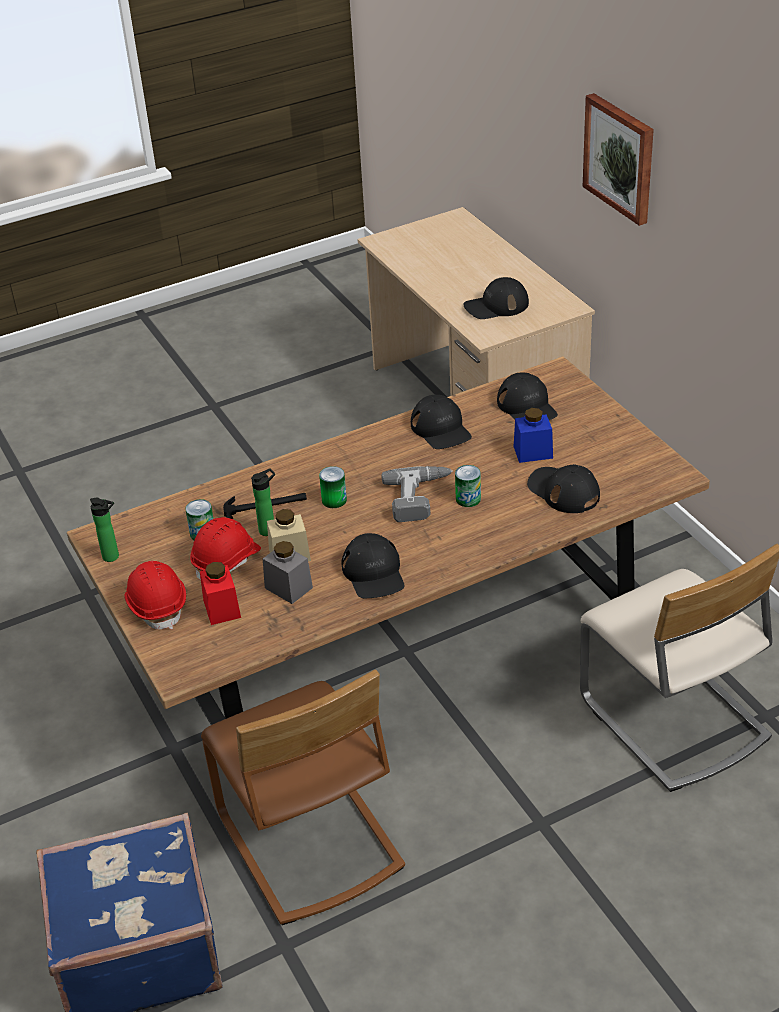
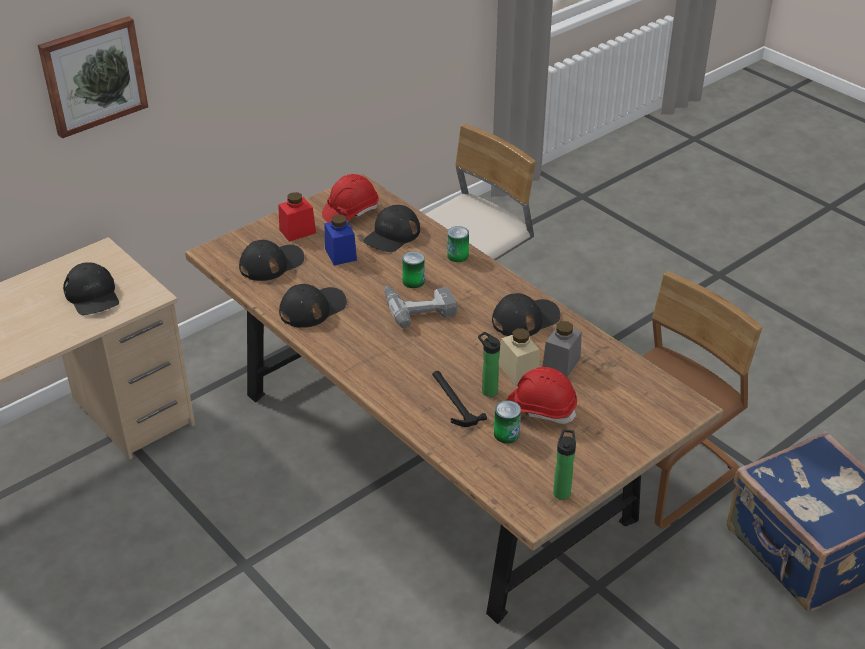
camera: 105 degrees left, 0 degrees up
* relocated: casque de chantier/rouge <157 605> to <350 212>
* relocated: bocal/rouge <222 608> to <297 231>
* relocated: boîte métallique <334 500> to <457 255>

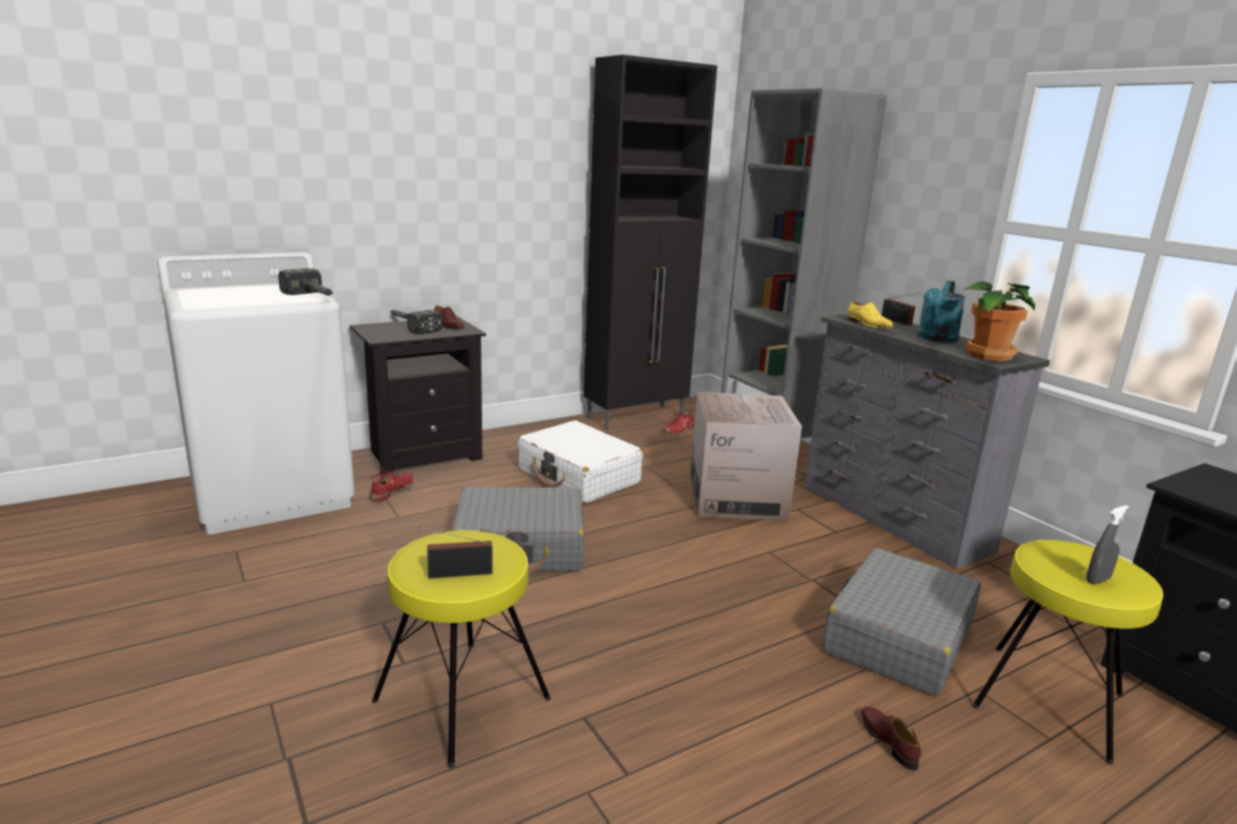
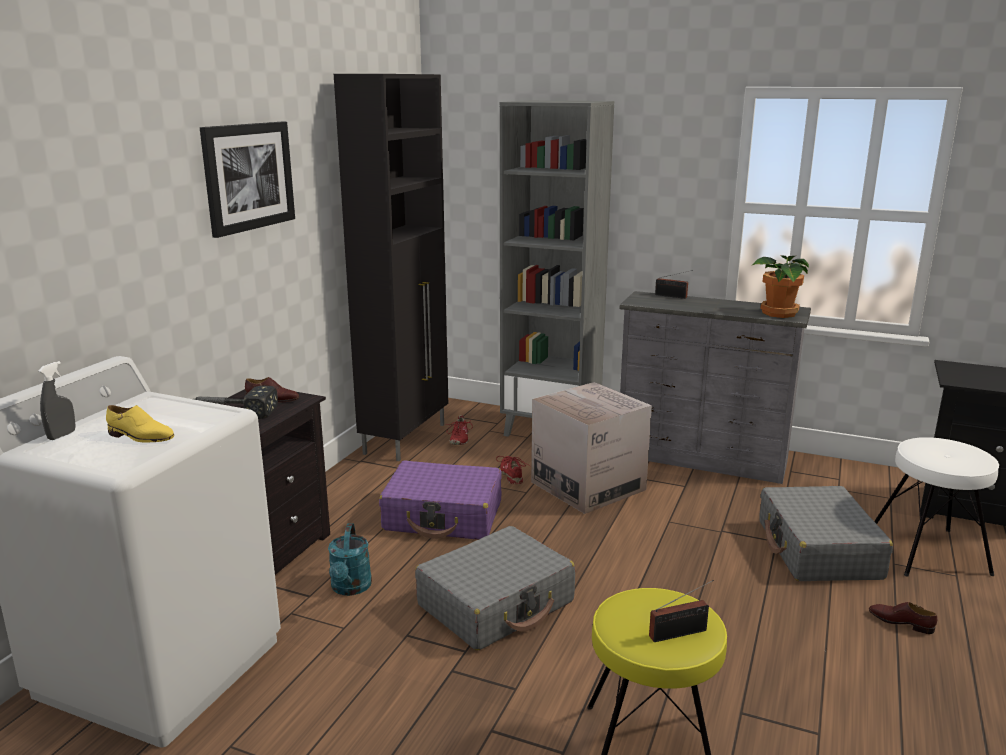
camera: 35 degrees left, 0 degrees up
* missing: marteau <314 297>
* relocated: chaussure/rouge <392 492> to <512 475>
* spun: radio <456 573> = <681 633> 150 degrees counterclockwise
* colour: valise/blanc <579 476> to valise/violet <443 516>
* relocated: chaussure/jaune <868 324> to <141 437>
* relocated: arrosoir/turquoise <935 338> to <350 588>
* colour: tabouret/jaune <1049 700> to tabouret/blanc <928 551>
* relocated: vaporisateur/gris <1097 580> to <62 435>
* appeared: tableau <248 176>

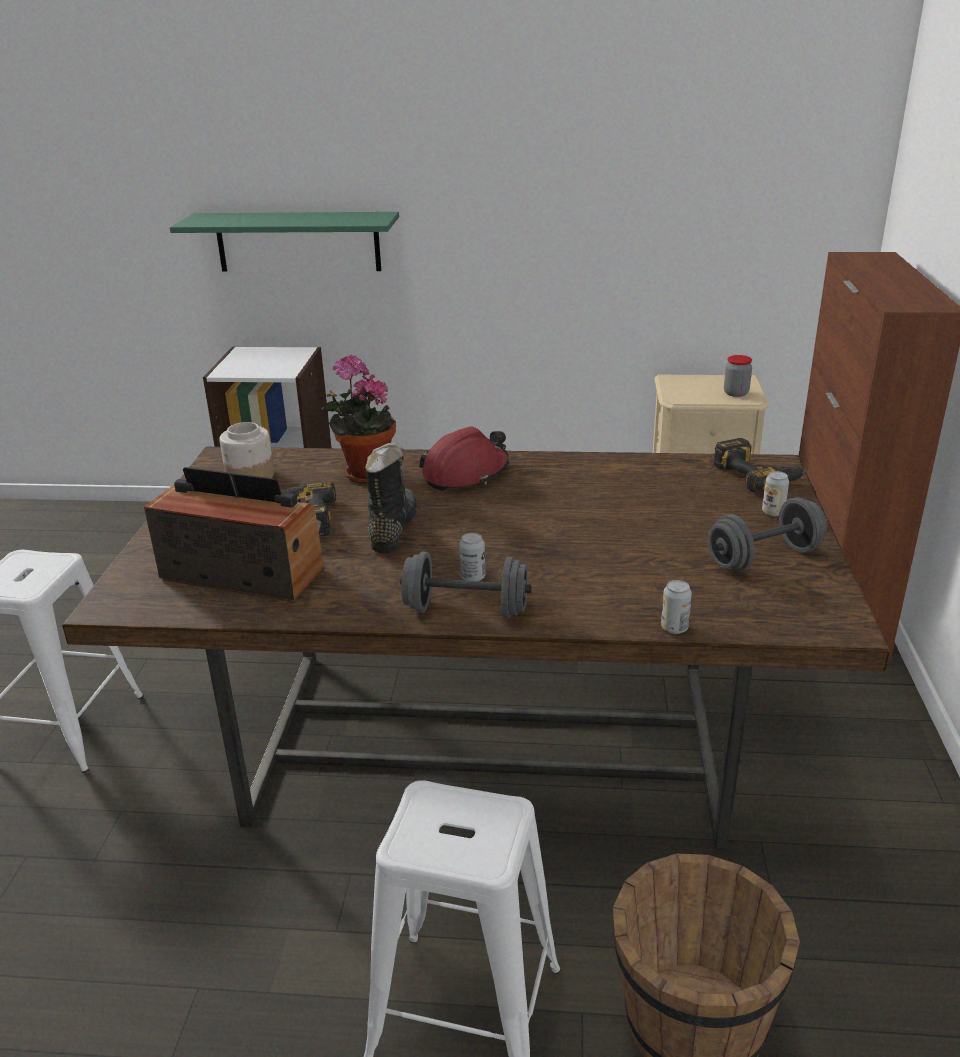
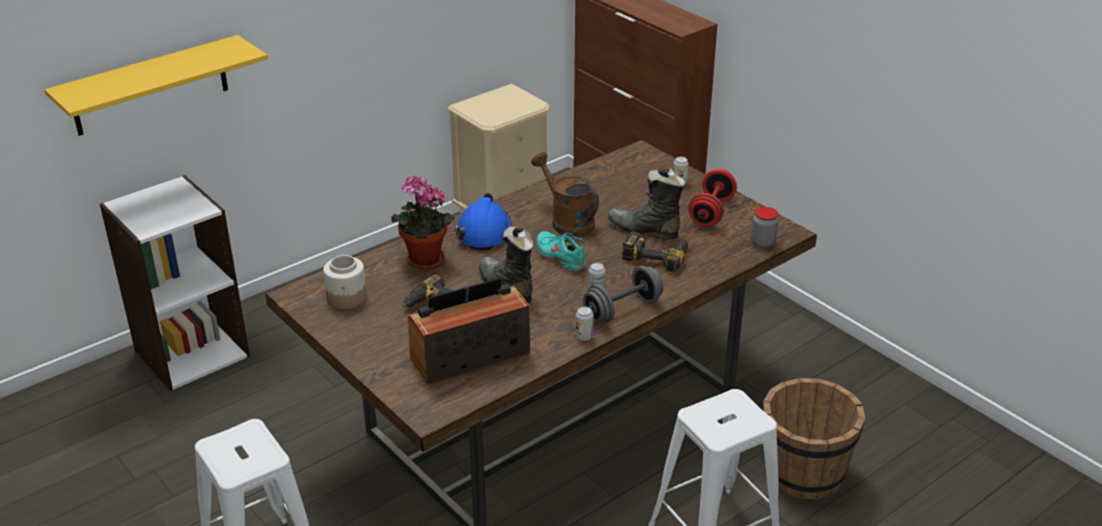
camera: 45 degrees left, 5 degrees up
* colour: étagère/vert <298 241> to étagère/jaune <150 86>
* colour: casque de chantier/rouge <465 474> to casque de chantier/bleu <484 232>
* relocated: boîte métallique <674 628> to <584 337>
* colour: haltère/gris <764 558> to haltère/rouge <711 212>
* relocated: perceuse <758 475> to <656 255>
* relocated: bocal <736 393> to <763 243>
* appeared: arrosoir/marron <567 221>
* appeared: chaussure/turquoise <561 257>
* appeared: botte/noir <644 230>

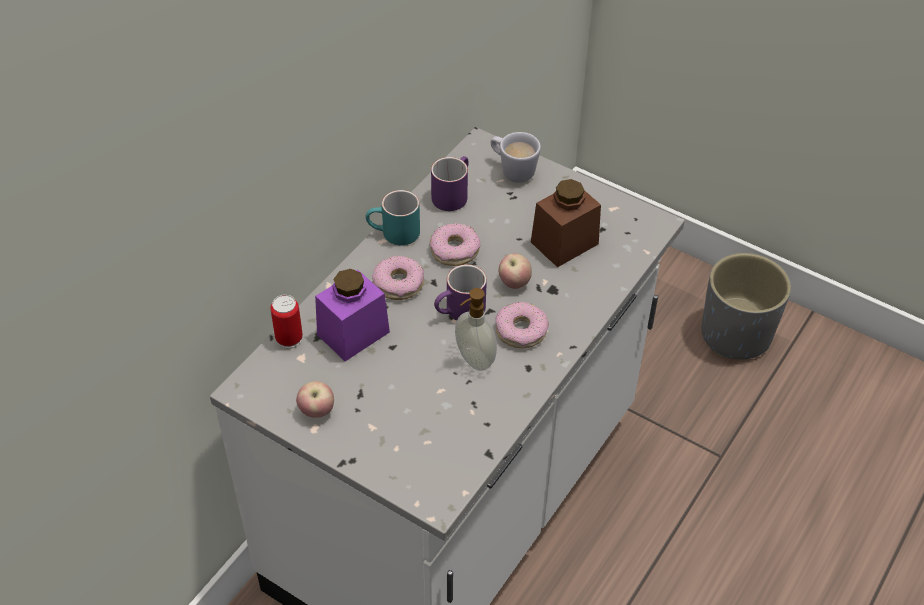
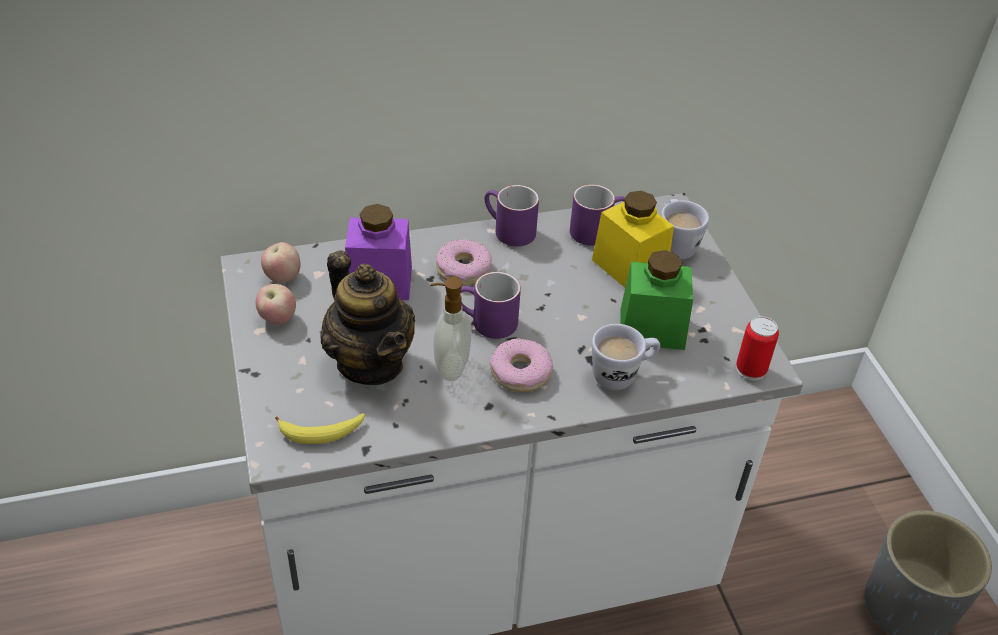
camera: 40 degrees right, 5 degrees down
* relocated: boîte métallique <289 338> to <751 369>
* colour: mug/turquoise <394 234> to mug/violet <507 231>
* missing: beignet <454 250>
* relocated: pomme <514 283> to <283 277>
* colour: bocal/marron <564 243> to bocal/vert <652 329>
* appeared: banane <321 432>
* appeared: théière <370 362>
* appeared: bocal/jaune <629 267>
* appeared: mug/blanc <622 375>

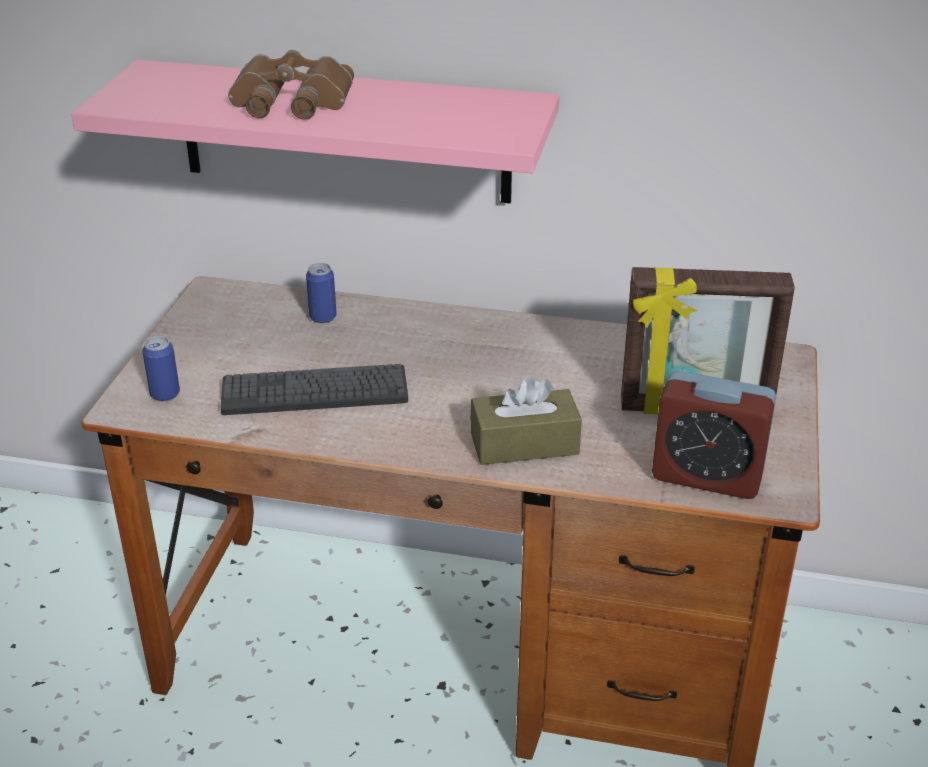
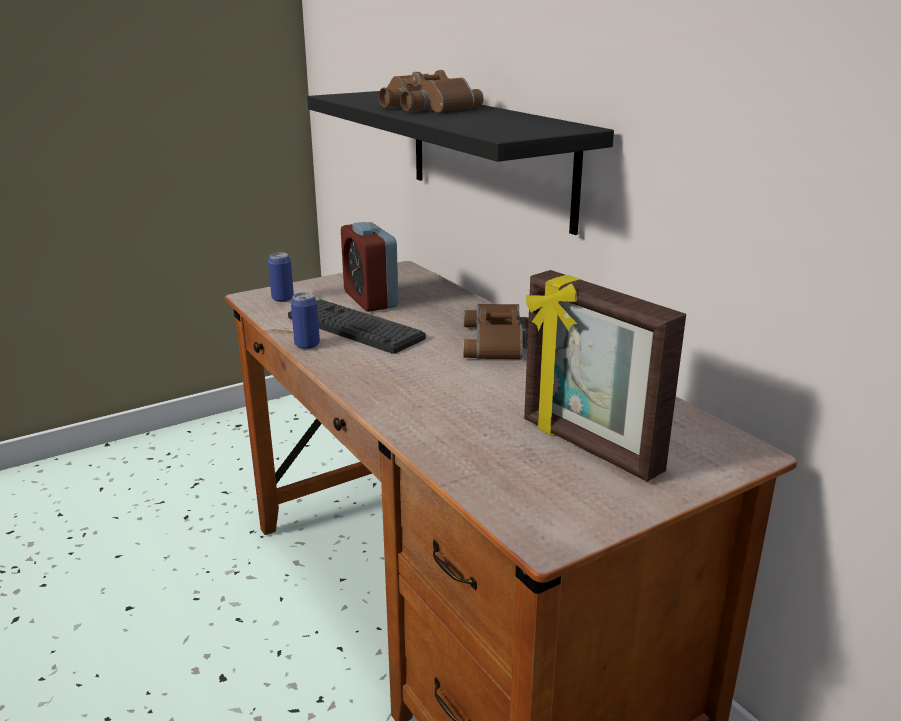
camera: 45 degrees right, 10 degrees down
* colour: étagère/rose <344 132> to étagère/noir <489 155>
* relocated: boîte métallique <323 317> to <307 345>
* missing: boîte à mouchoirs/marron <524 444>
* relocated: réveil <707 476> to <370 300>
* appeared: jumelles/marron <503 342>

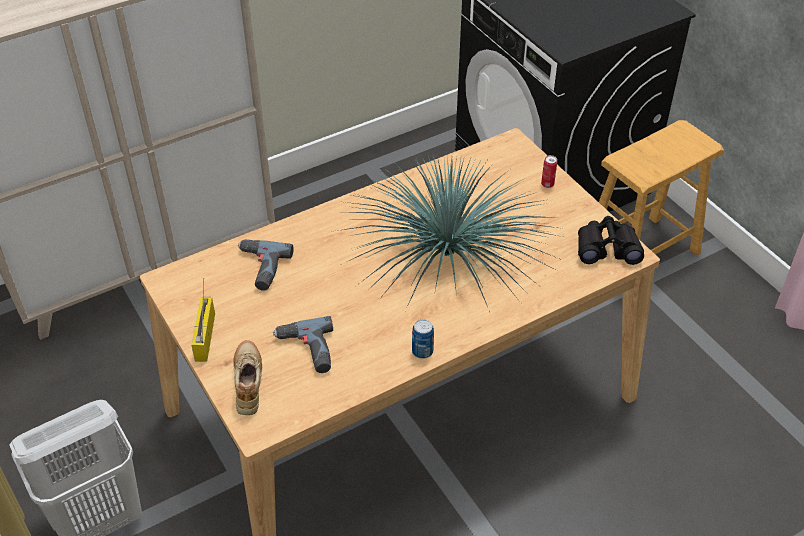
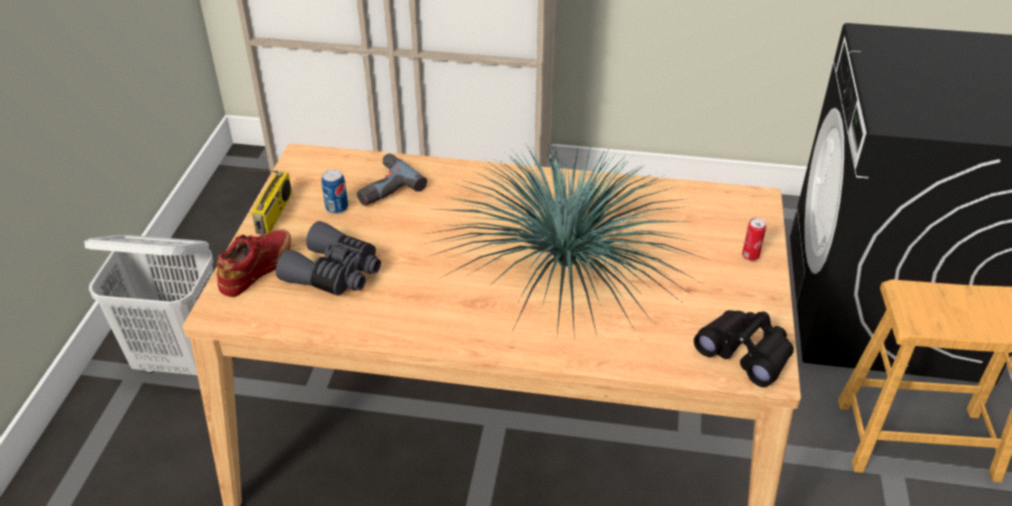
camera: 40 degrees right, 5 degrees down
* spun: radio <204 336> = <275 214> 150 degrees clockwise
* colour: chaussure/beige <249 383> to chaussure/rouge <259 271>
* exchanged: perceuse <306 351> to jumelles/gris <335 273>
* relocated: boîte métallique <422 351> to <337 208>

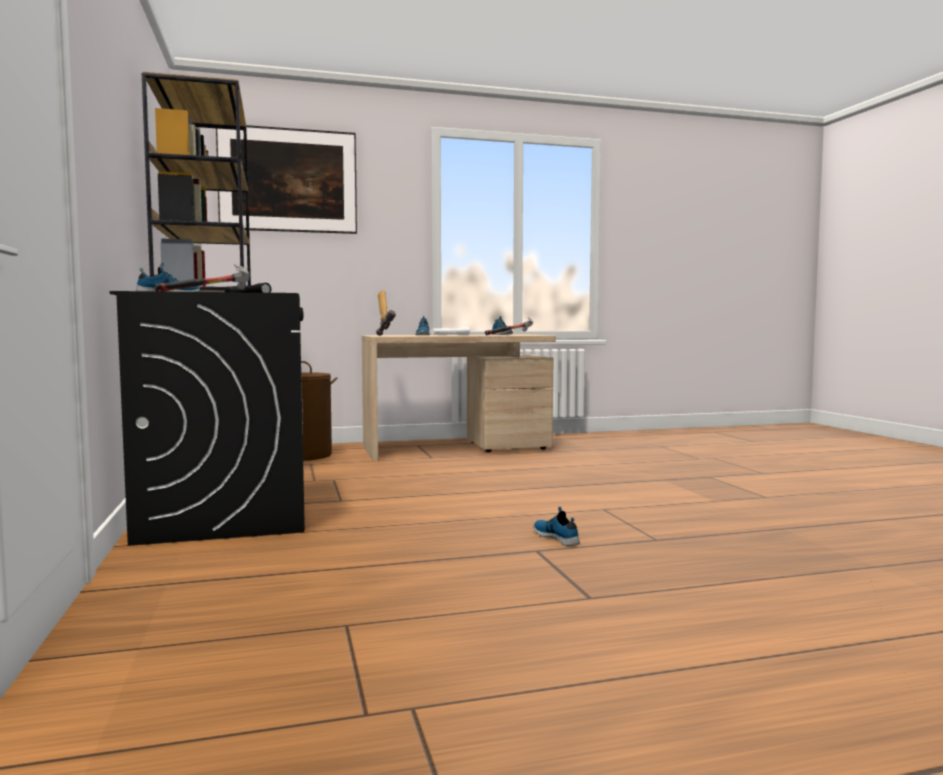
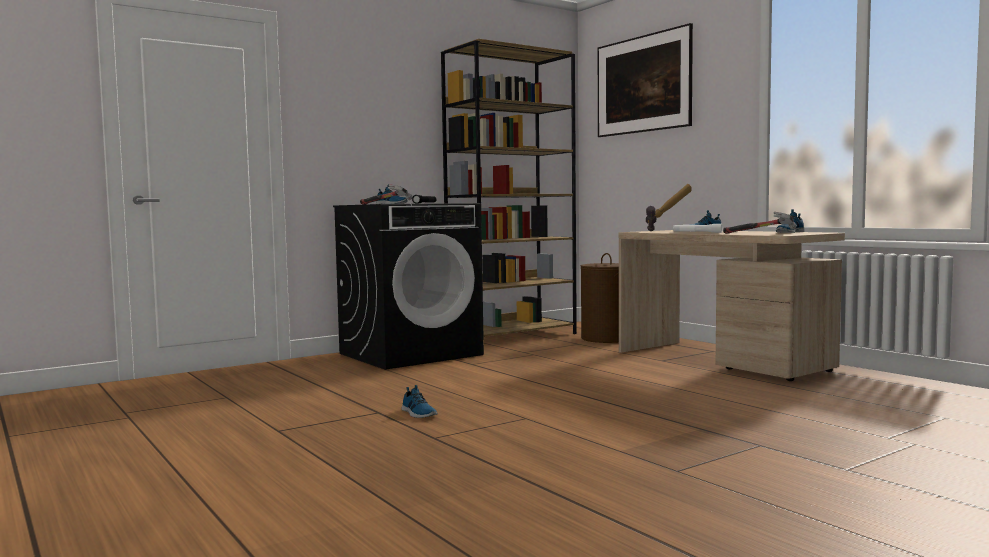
camera: 70 degrees right, 0 degrees up
* spun: chaussure <557 537> = <418 413> 105 degrees clockwise

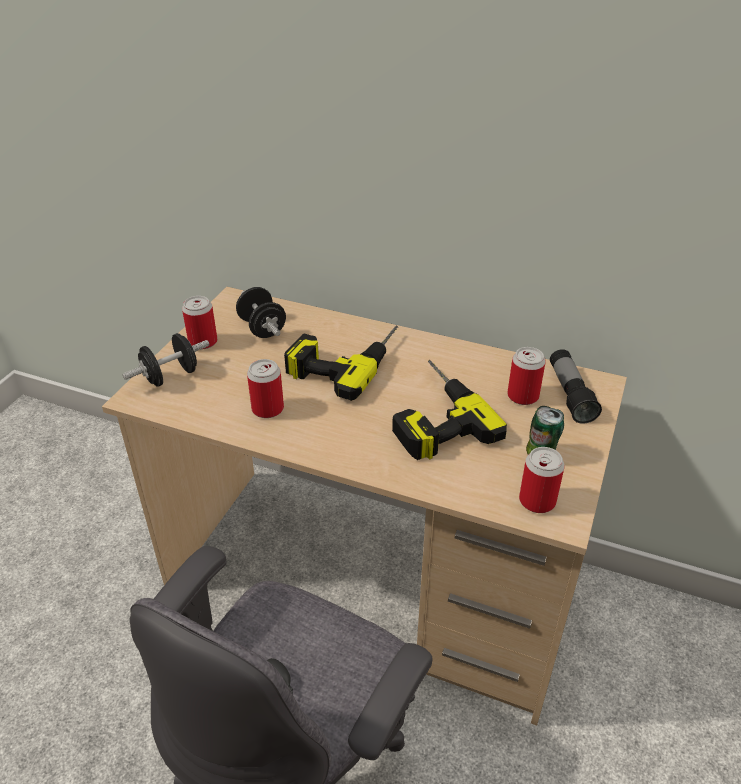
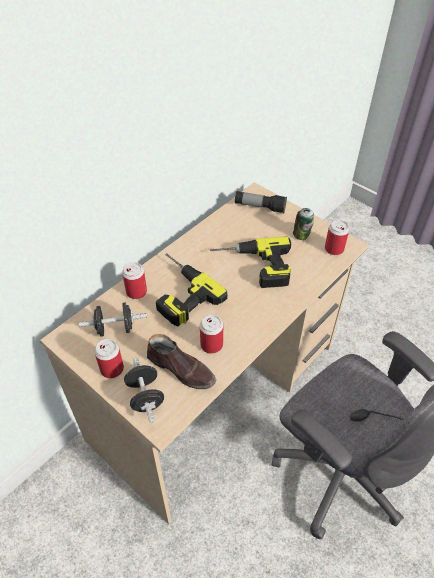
camera: 70 degrees left, 10 degrees up
* relocated: boîte métallique <523 396> to <136 292>
* appeared: chaussure/marron <181 369>

